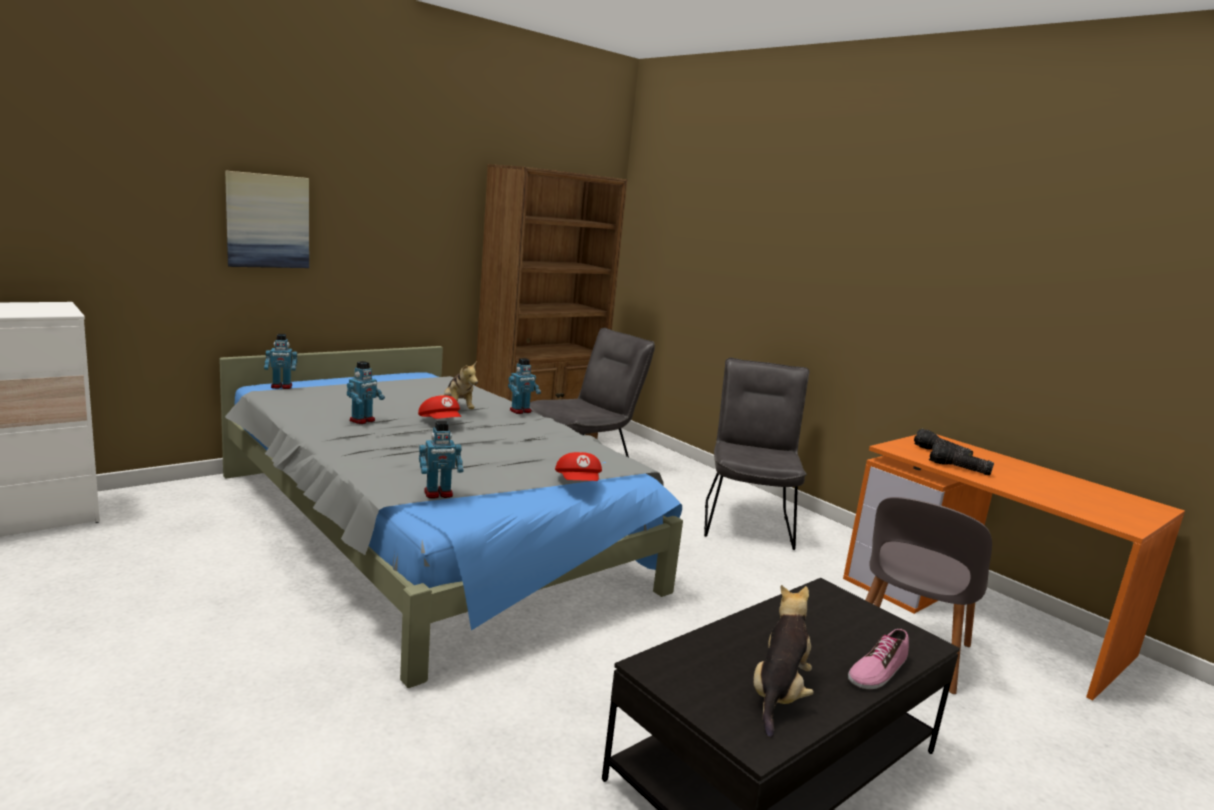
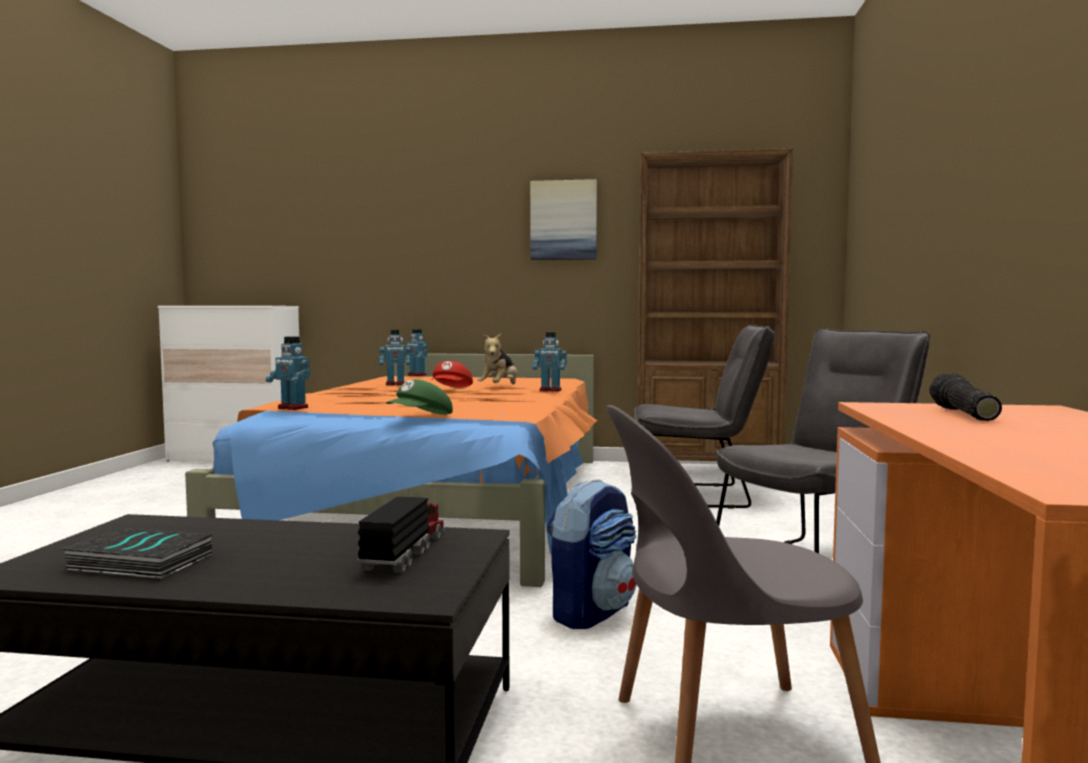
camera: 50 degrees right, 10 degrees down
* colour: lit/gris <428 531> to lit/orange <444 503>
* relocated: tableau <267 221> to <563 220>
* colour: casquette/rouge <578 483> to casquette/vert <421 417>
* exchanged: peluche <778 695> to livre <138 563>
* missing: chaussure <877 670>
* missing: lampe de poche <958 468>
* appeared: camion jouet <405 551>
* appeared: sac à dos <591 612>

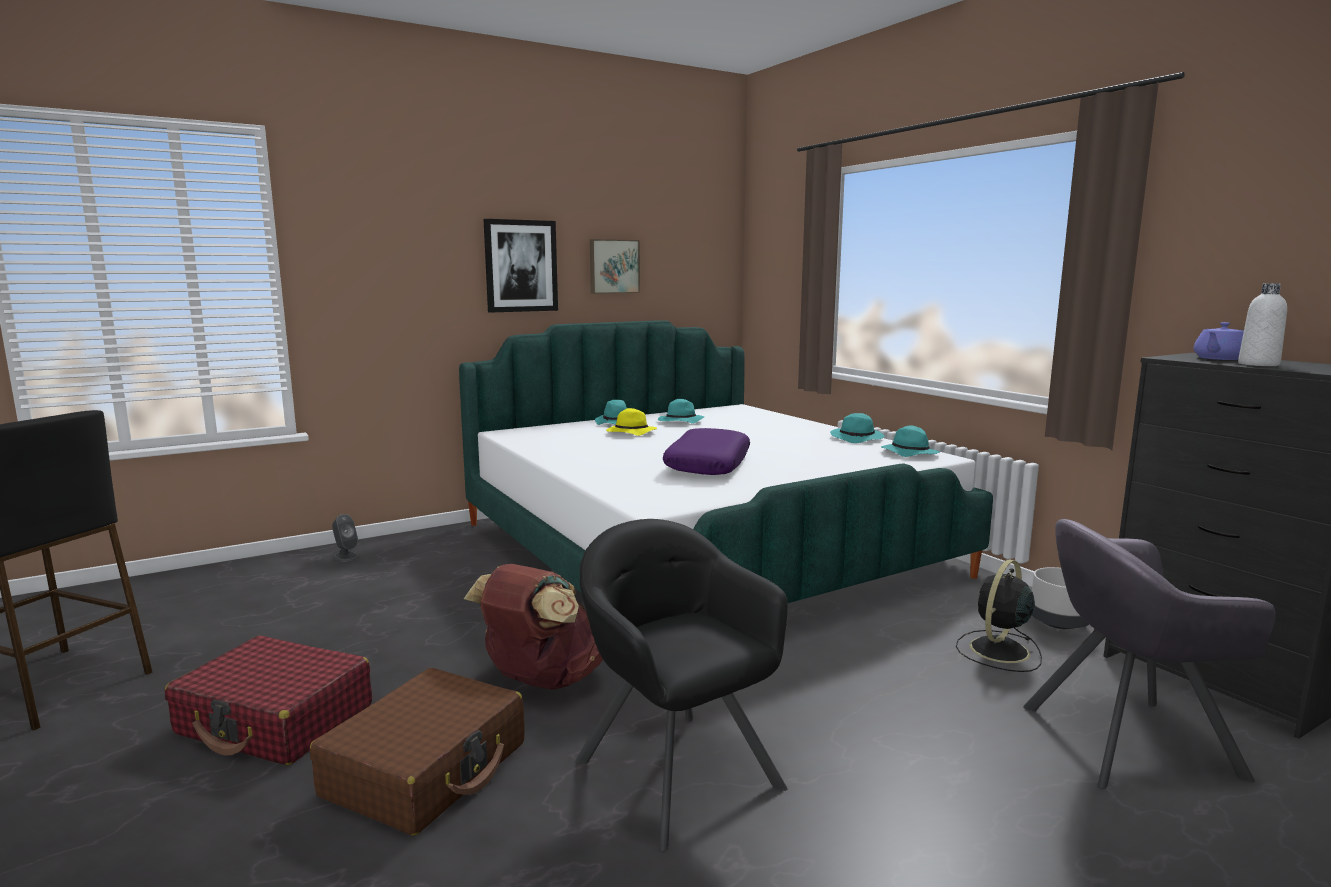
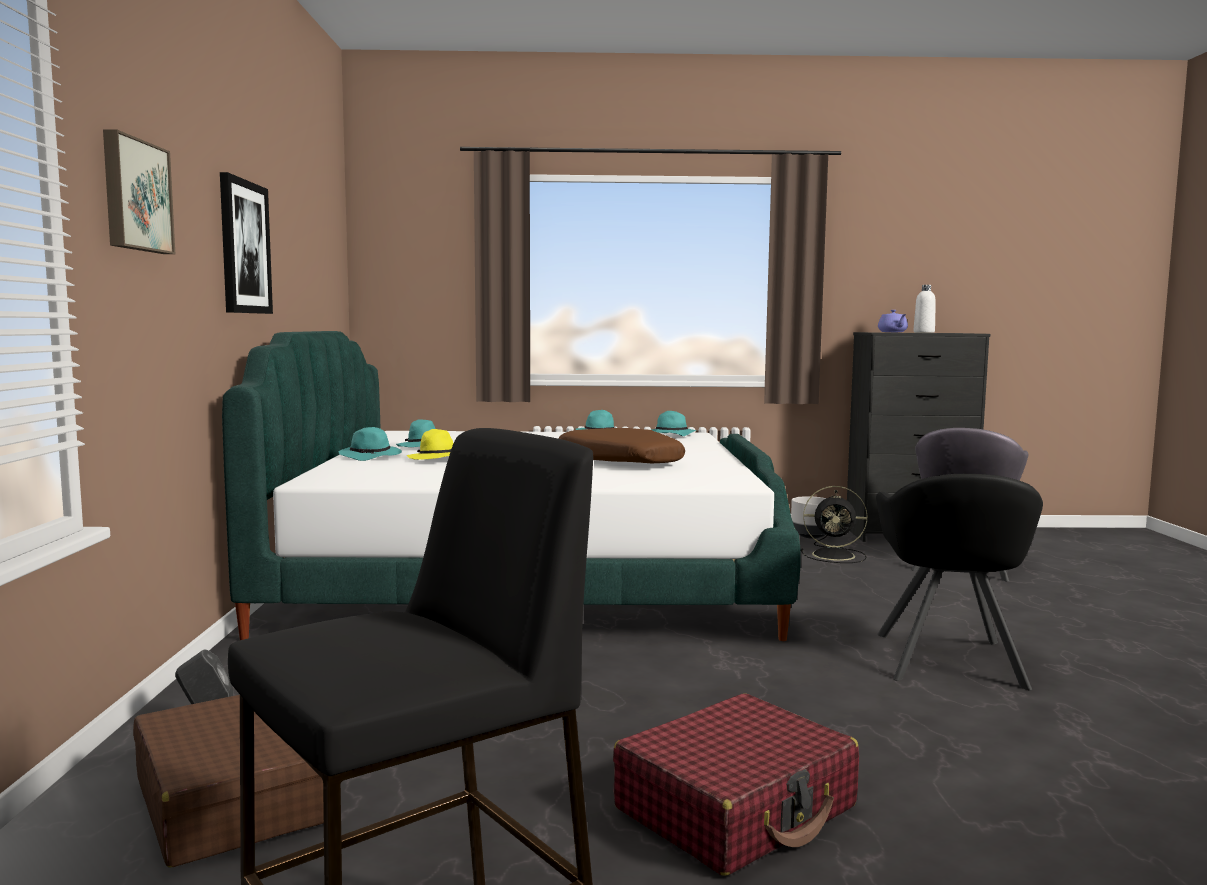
camera: 60 degrees left, 5 degrees down
* relocated: valise/marron <427 769> to <234 799>
* missing: sac à dos/marron <540 681>
* spun: fauteuil/noir <678 772> = <947 660> 75 degrees counterclockwise
* relocated: tableau <613 266> to <134 195>
* colour: coussin/violet <707 465> to coussin/marron <619 462>
* spun: ventilateur/noir <998 651> = <835 555> 60 degrees counterclockwise

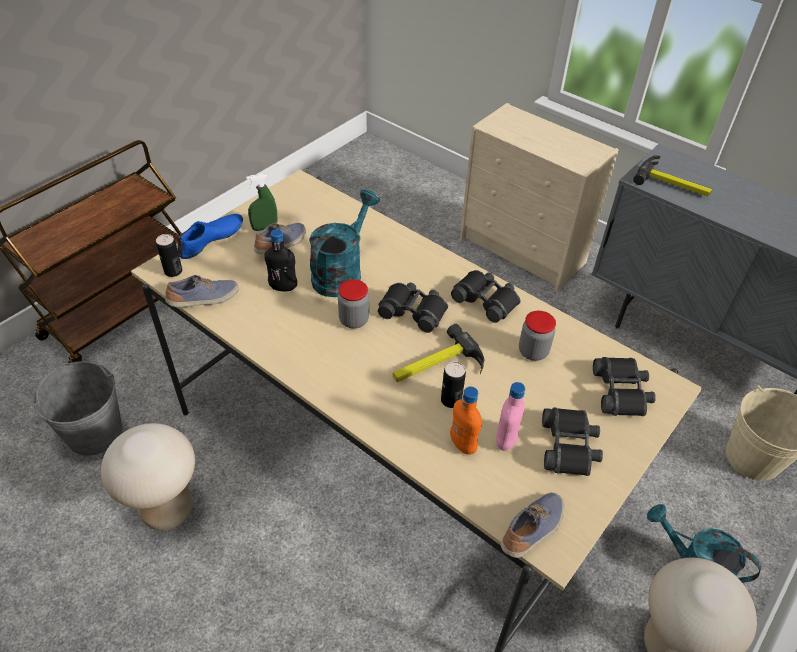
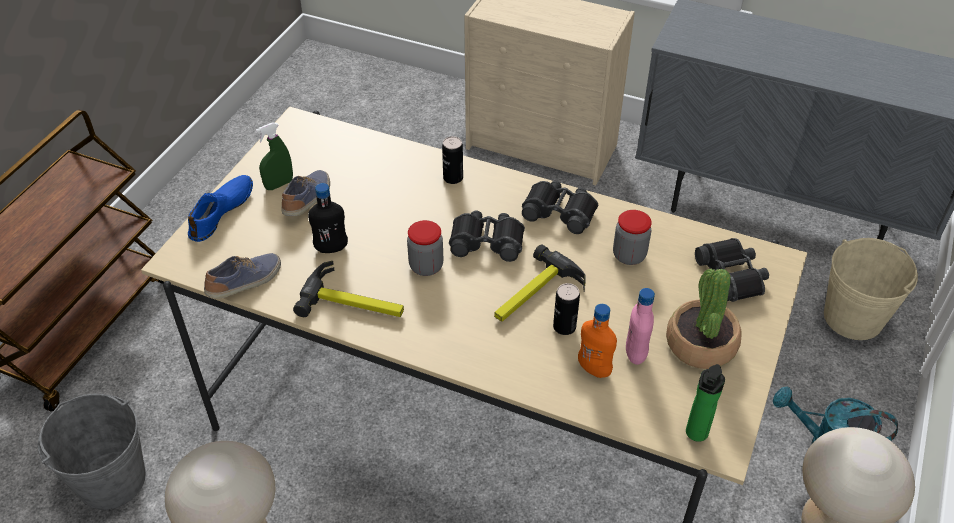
camera: 15 degrees left, 0 degrees up
* relocated: boîte métallique <173 271> to <453 178>
* missing: arrosoir/turquoise <341 272>
* exchanged: chaussure <533 530> to bouteille <695 435>
* exchanged: jumelles/noir <569 447> to plante en pot <700 344>
* relocated: marteau <673 183> to <355 302>

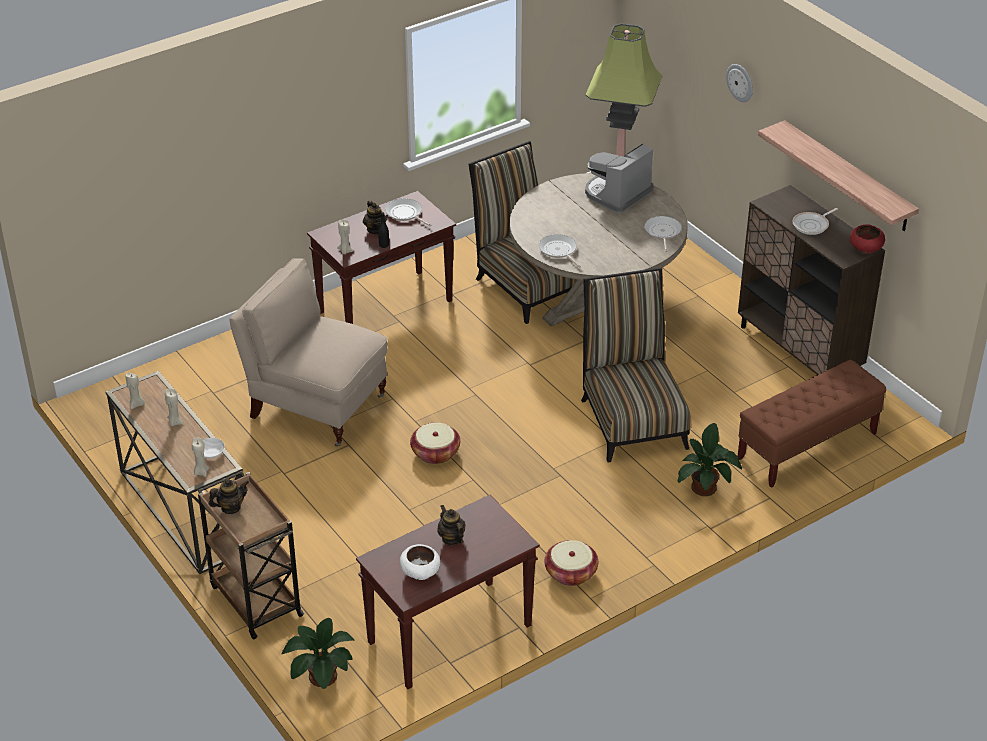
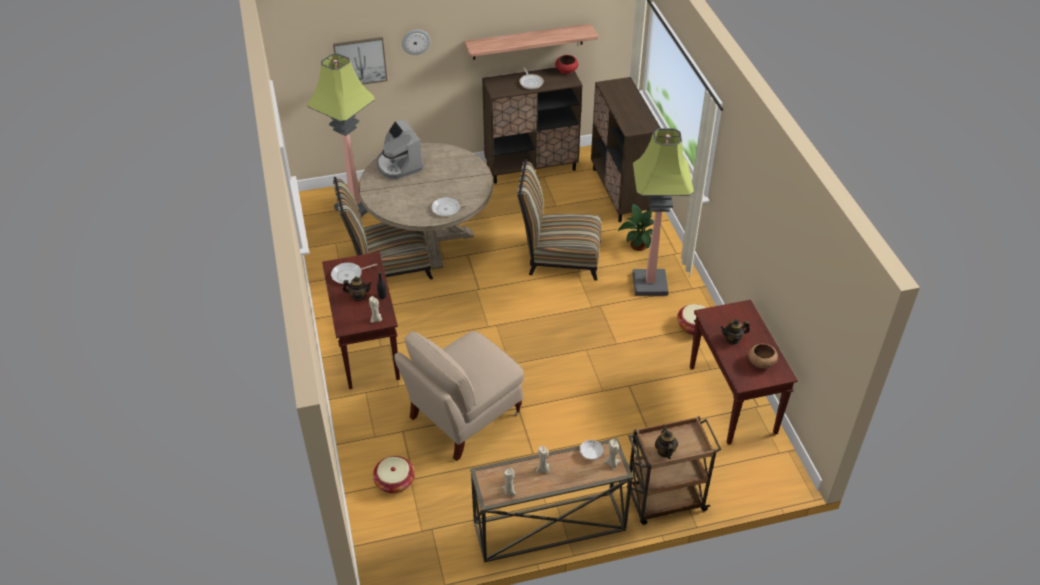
camera: 70 degrees left, 5 degrees up
* missing: plante en pot <320 677>
* colour: bol/blanc <420 571> to bol/marron <761 362>
* relocated: panier <435 453> to <394 481>
* missing: poêle <662 232>
* exchanged: banc/marron <806 446> to meuble de rangement/marron <620 192>
* appeared: tableau <360 61>
* appeared: lampadaire <650 284>

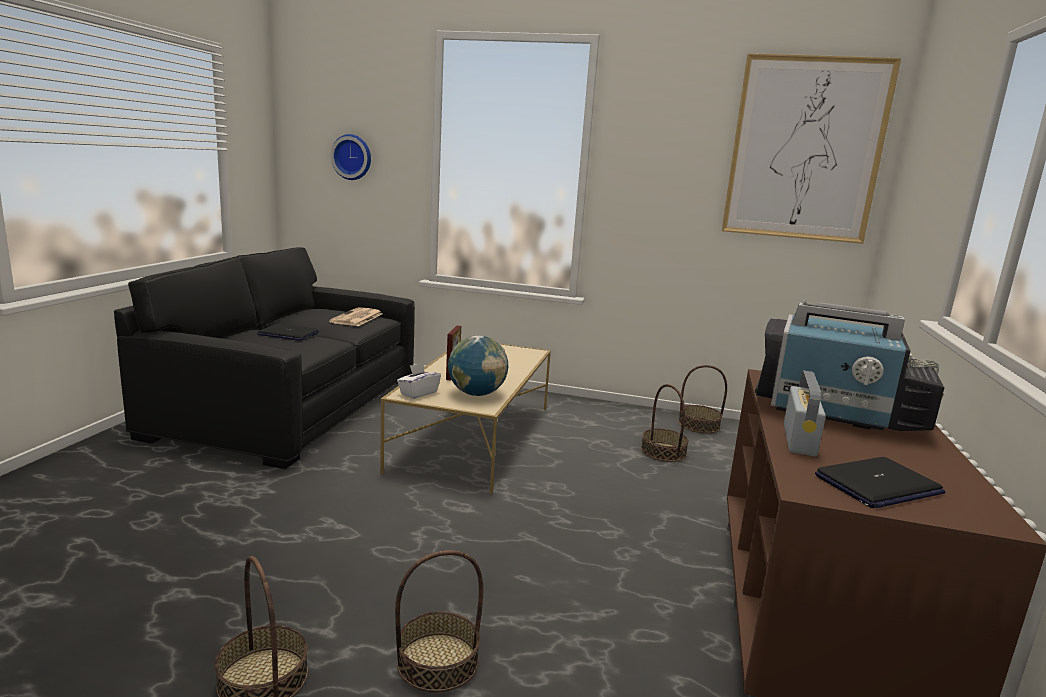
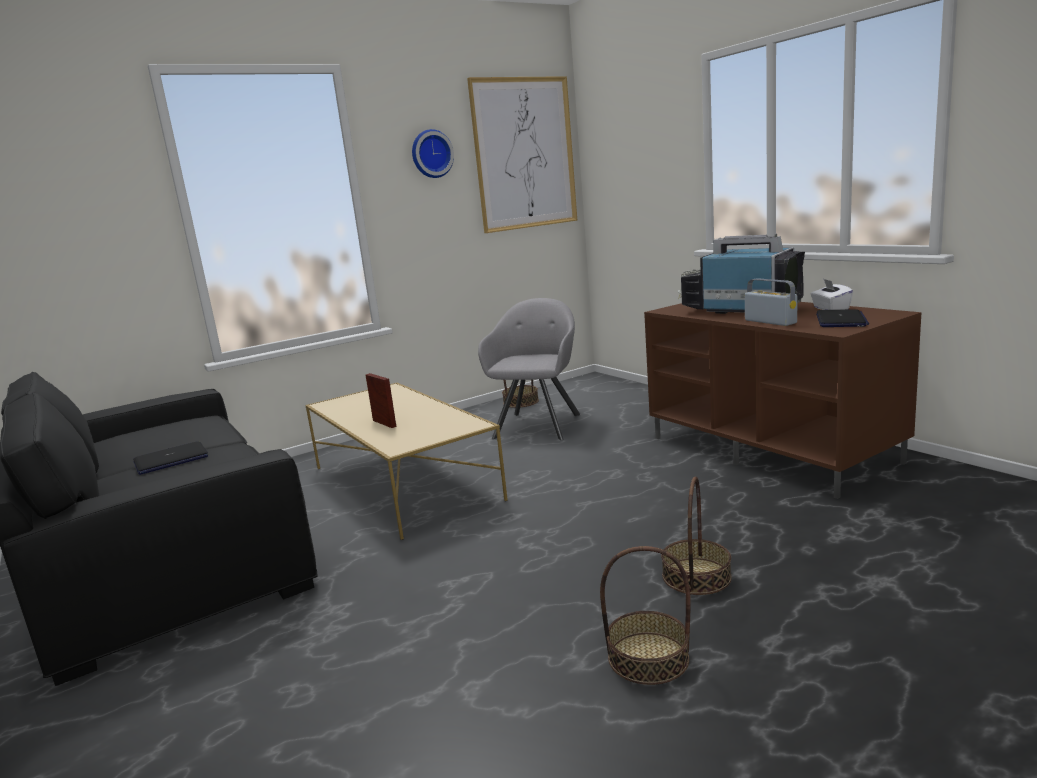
camera: 45 degrees left, 0 degrees up
* missing: journal <357 318>
* relocated: horloge murale <352 157> to <431 154>
* relocated: boîte à mouchoirs/blanc <418 393> to <830 309>
* missing: globe <476 394>
* exchanged: panier <663 452> to fauteuil/gris <538 424>
* spun: téléviseur <838 413> = <741 309> 120 degrees counterclockwise

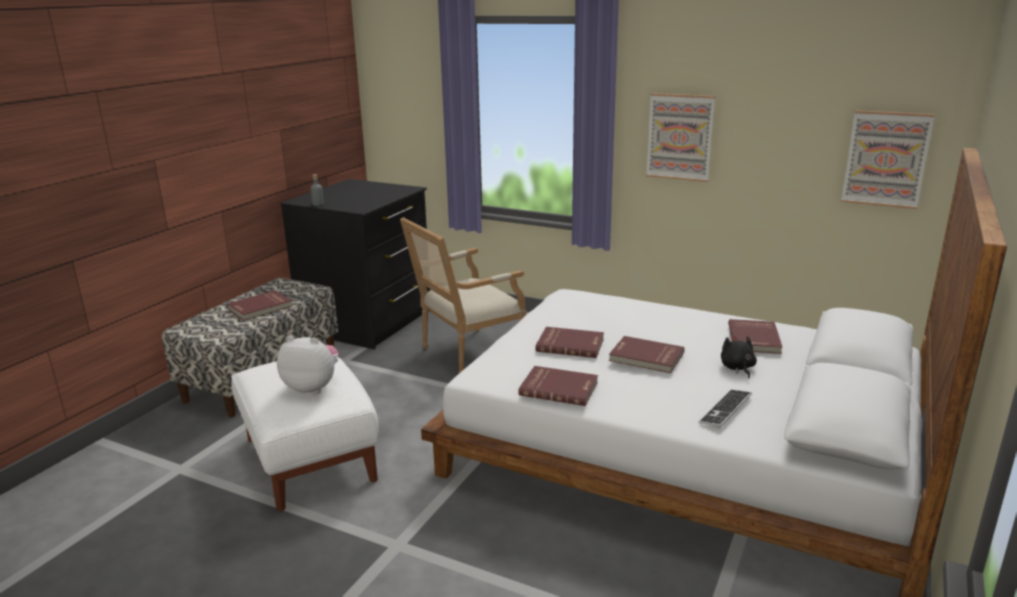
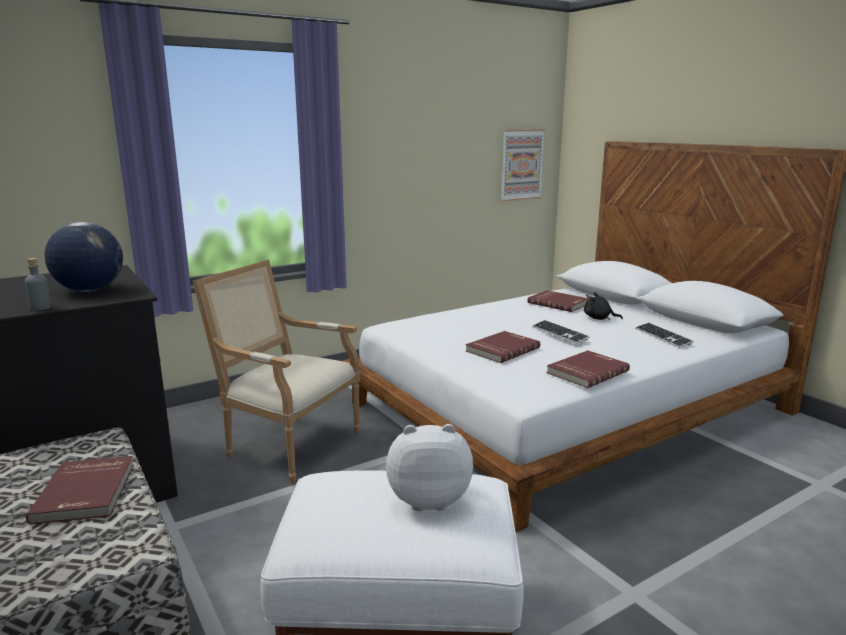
camera: 60 degrees left, 5 degrees down
* spun: peluche <313 387> = <428 499> 45 degrees clockwise
* spun: fauteuil <466 355> = <288 444> 120 degrees clockwise
* exchanged: livre/rouge <646 357> to clavier <559 333>
* missing: tableau <680 137>
* appeared: globe <90 290>

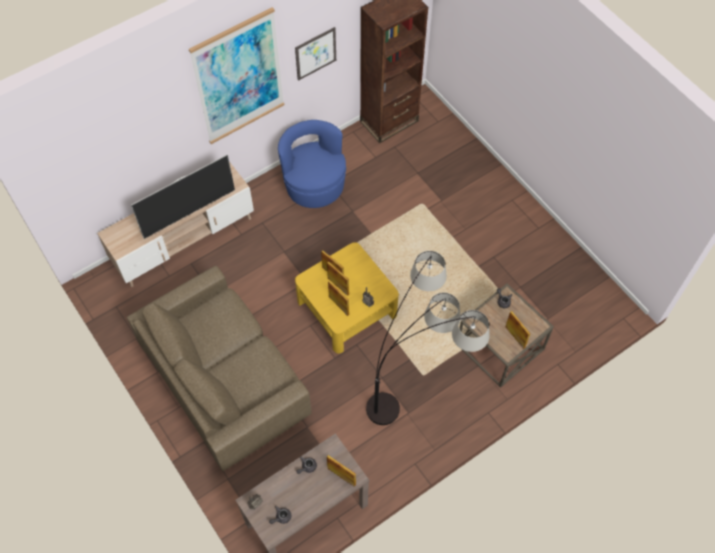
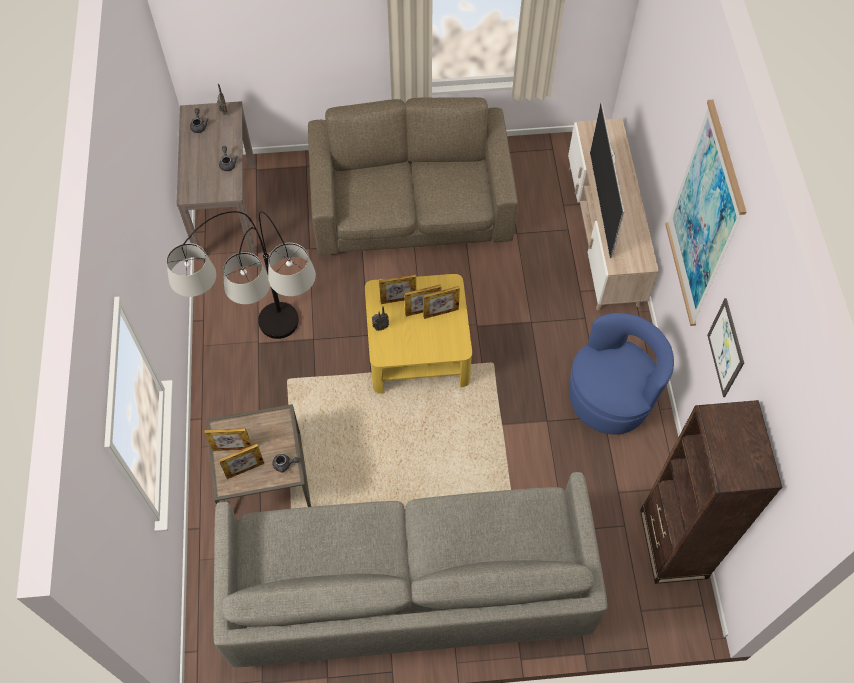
camera: 120 degrees right, 0 degrees up
* spun: fauteuil/bleu <314 185> = <610 398> 45 degrees counterclockwise
* relocated: cadre photo <341 476> to <245 470>
* appeared: canapé/gris <408 588>

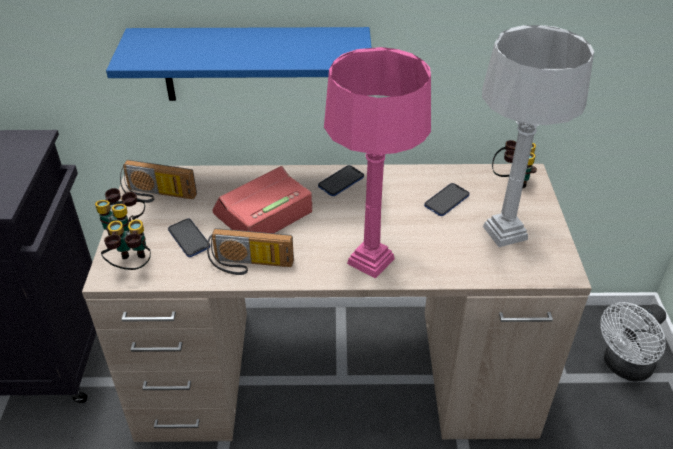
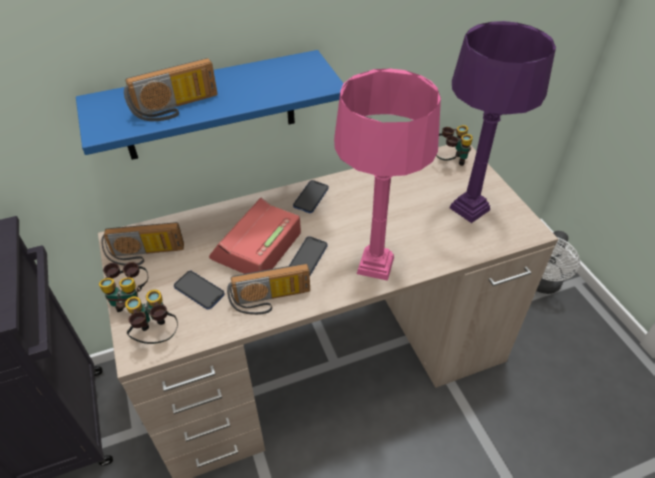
camera: 20 degrees left, 5 degrees up
* relocated: téléphone <446 200> to <308 257>
* colour: lampe de table/gris <504 232> to lampe de table/violet <469 208>
* appeared: radio <176 108>

